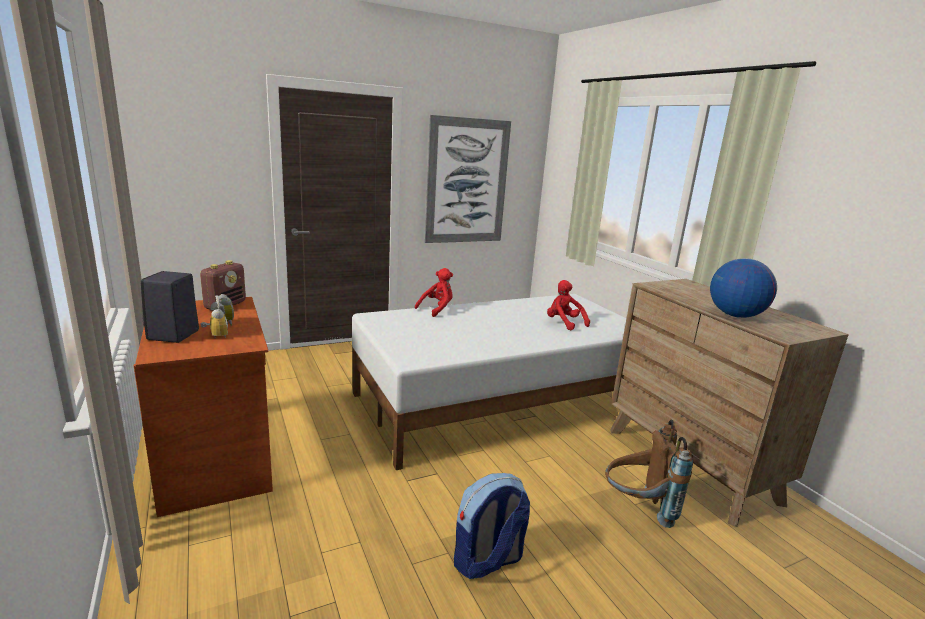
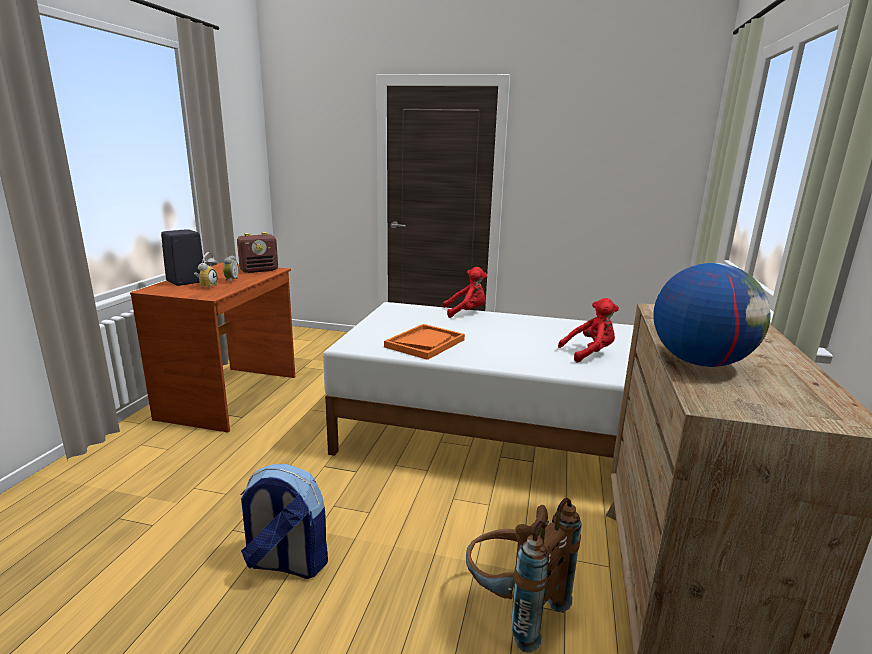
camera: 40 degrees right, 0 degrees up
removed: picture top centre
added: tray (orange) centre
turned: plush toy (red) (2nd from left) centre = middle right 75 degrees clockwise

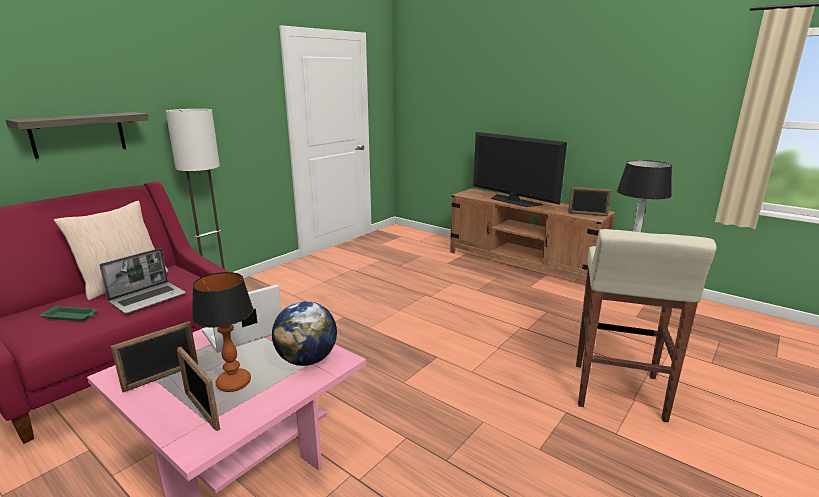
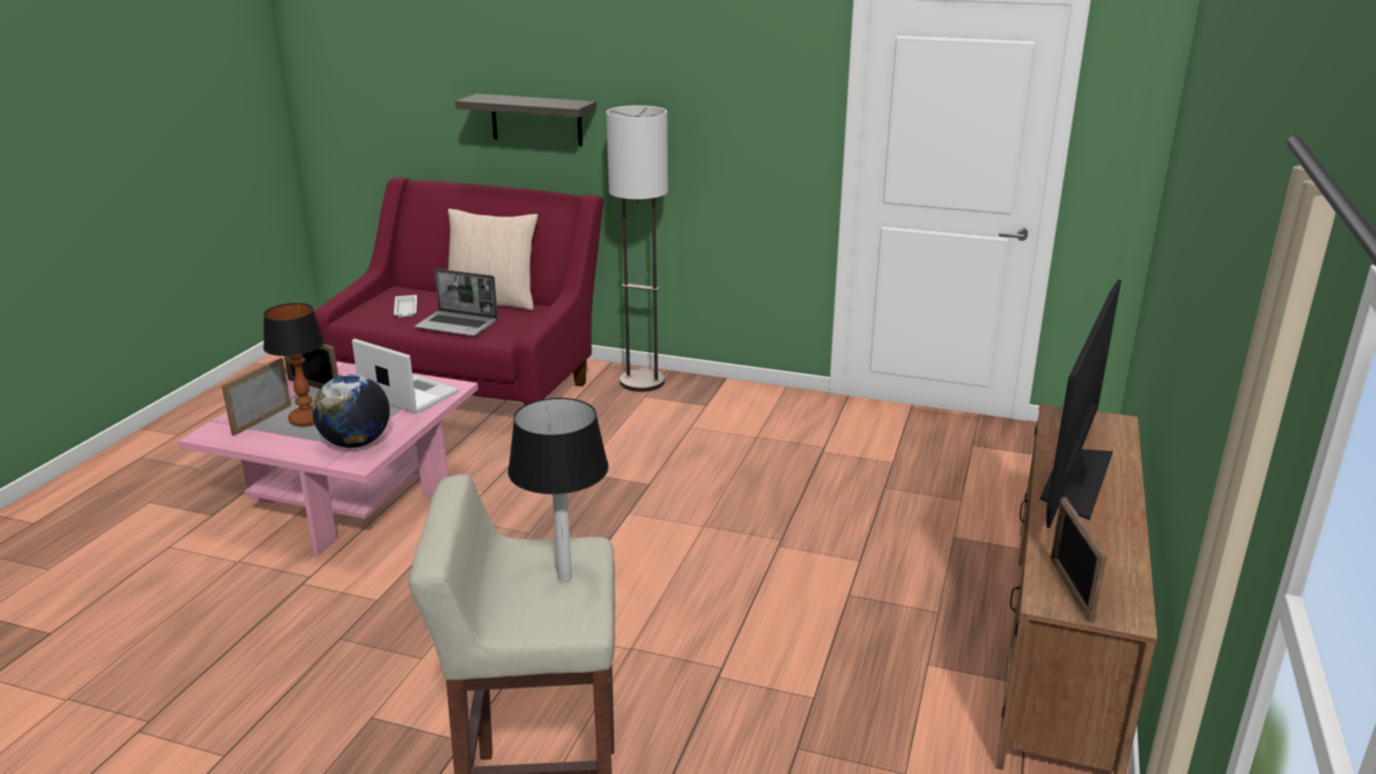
camera: 70 degrees right, 5 degrees up
recoloured: tray (green) middle left to tray (white) middle left

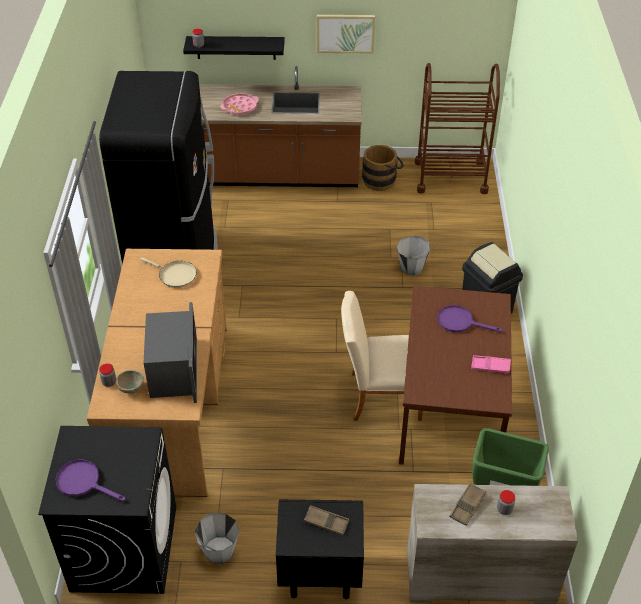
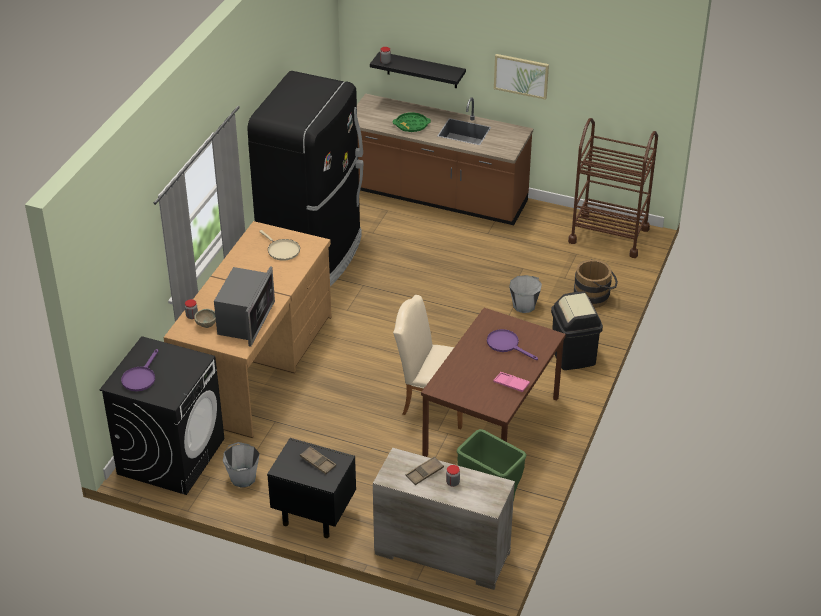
camera: 20 degrees right, 5 degrees down
moved: bucket (brown) top centre to middle right
recoloured: tray (pink) (1st from left) top centre to tray (green) top centre
turned: frying pan (purple) (1st from left) bottom left = middle left 120 degrees counterclockwise

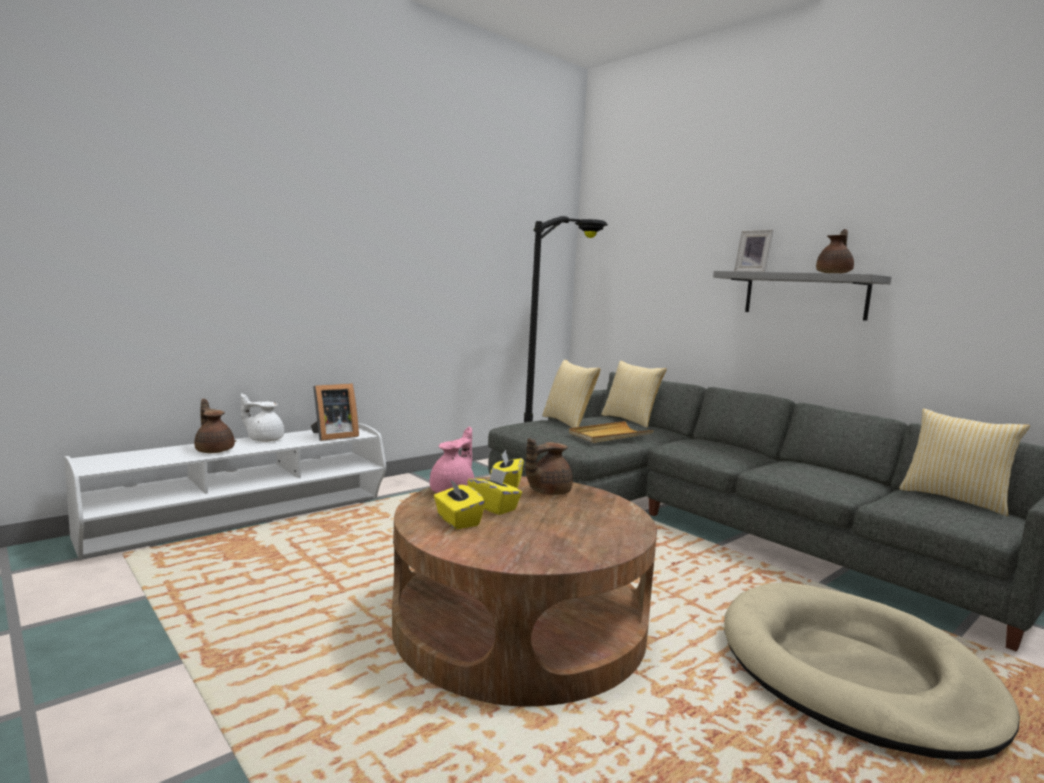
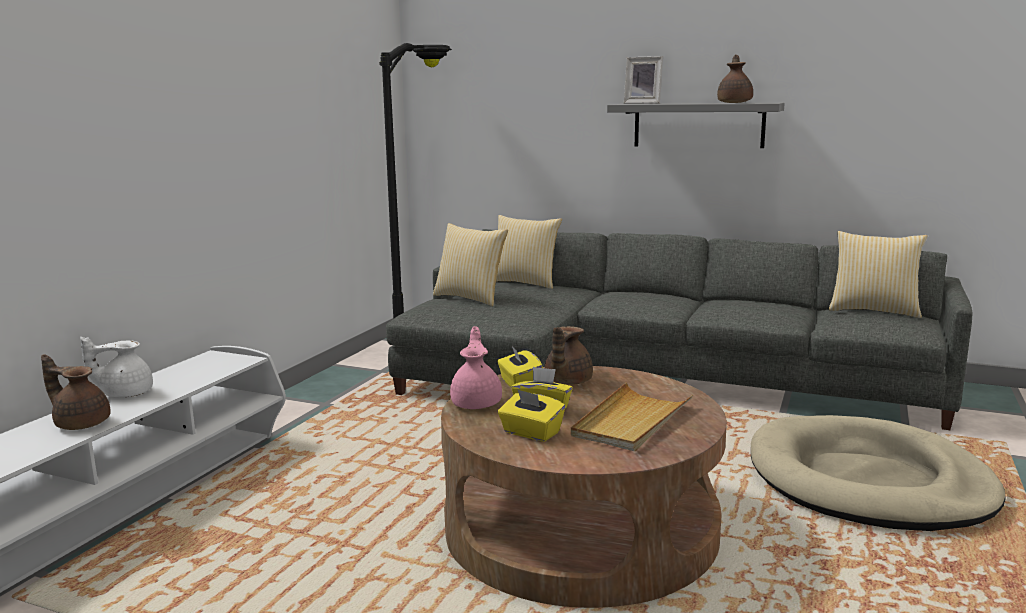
camera: 25 degrees left, 5 degrees up
removed: picture frame (1st from left) middle left
moved: tray (beige) centre to bottom centre

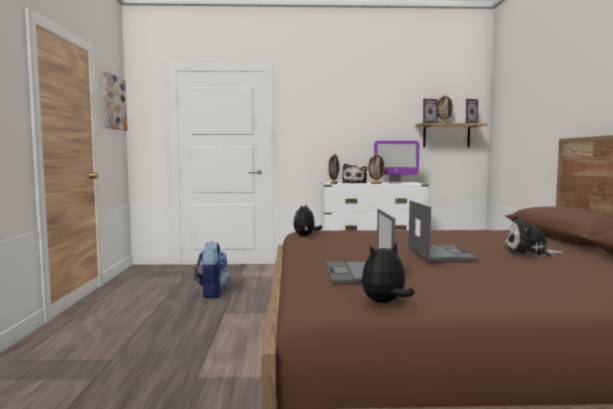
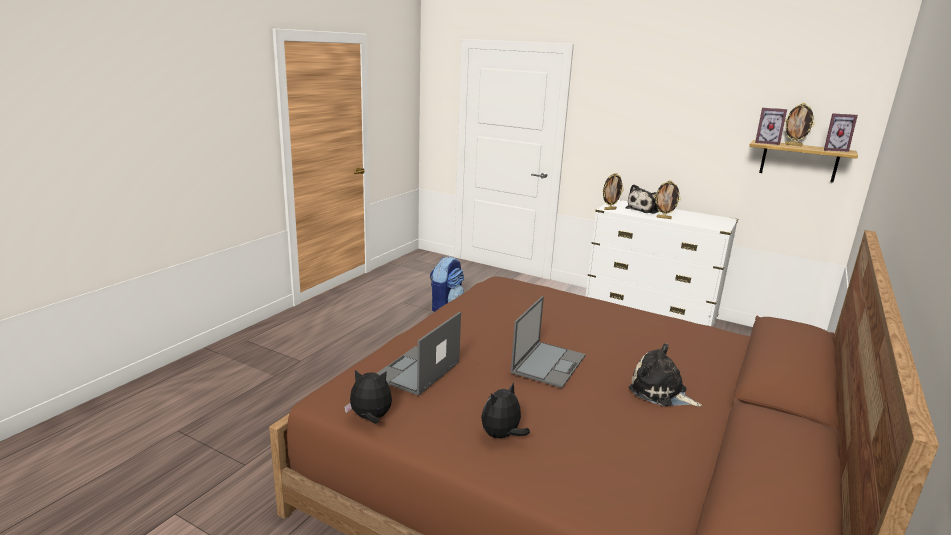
camera: 30 degrees right, 15 degrees up
removed: picture top left; monitor centre
moved: plush toy (1st from left in the first image) centre to plush toy (2nd from left) bottom centre

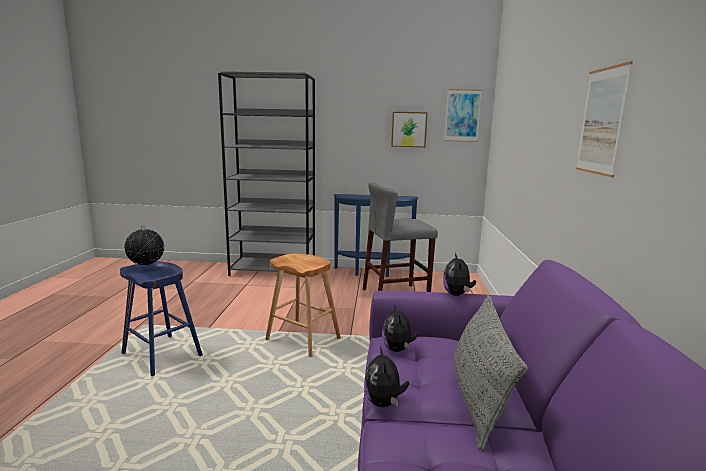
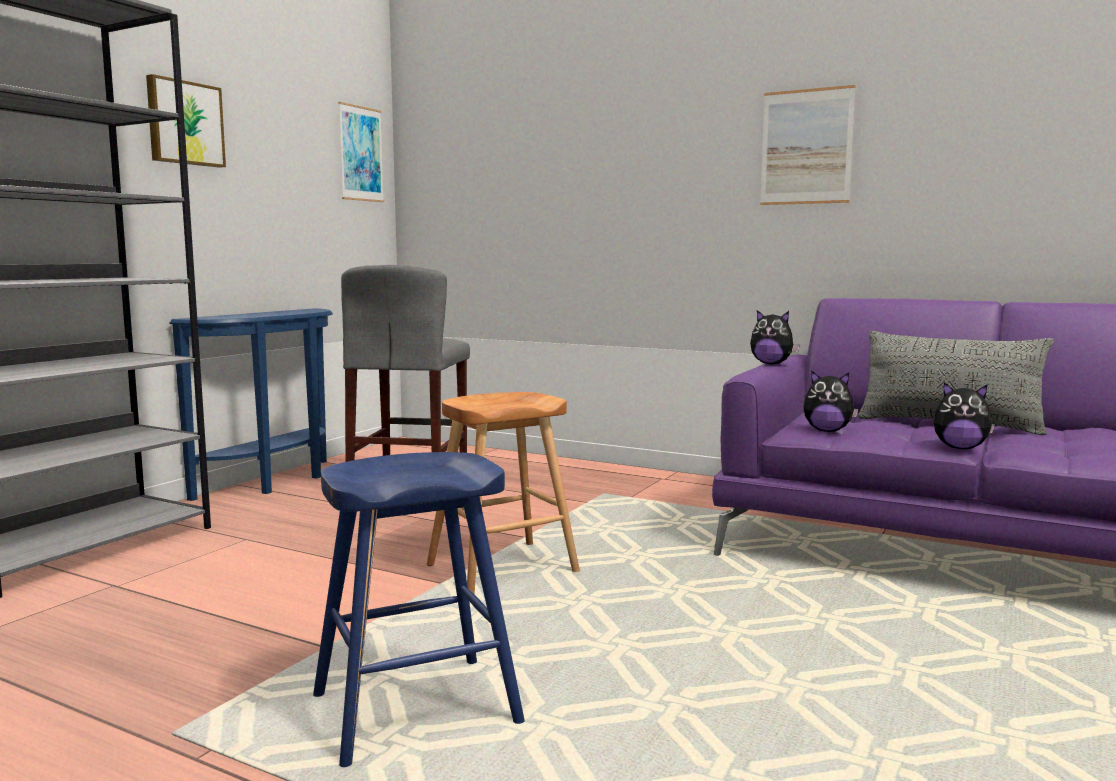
camera: 65 degrees left, 5 degrees down
removed: globe middle left
moved: picture (1st from left) top centre to top left

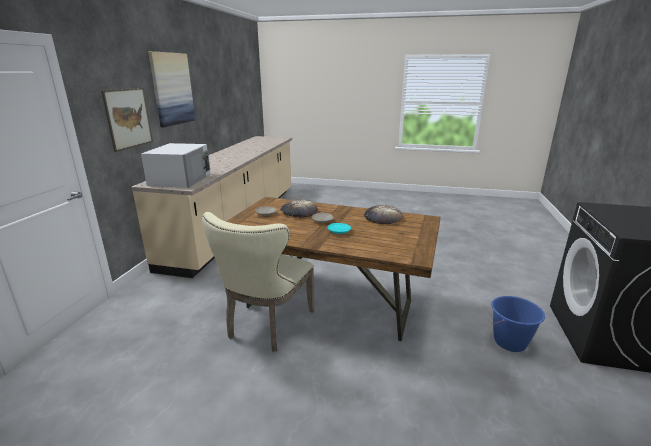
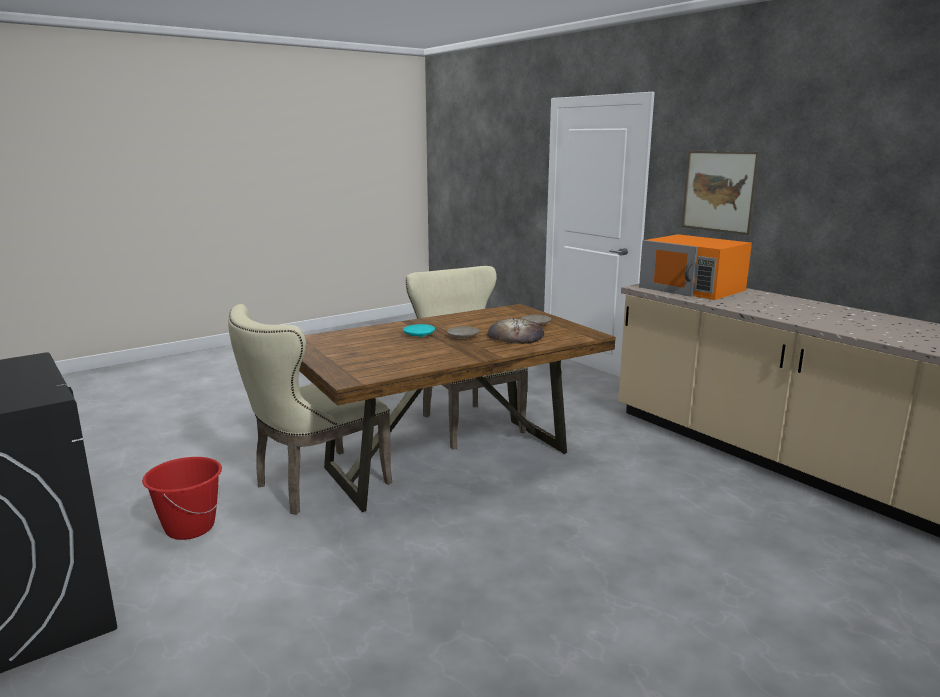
camera: 130 degrees right, 5 degrees down
removed: picture (2nd from left) top left; bread (2nd from left) centre
added: chair (beige) (1st from left) middle left
recoloured: bucket (blue) bottom right to bucket (red) bottom left; microwave (white) middle left to microwave (orange) middle right

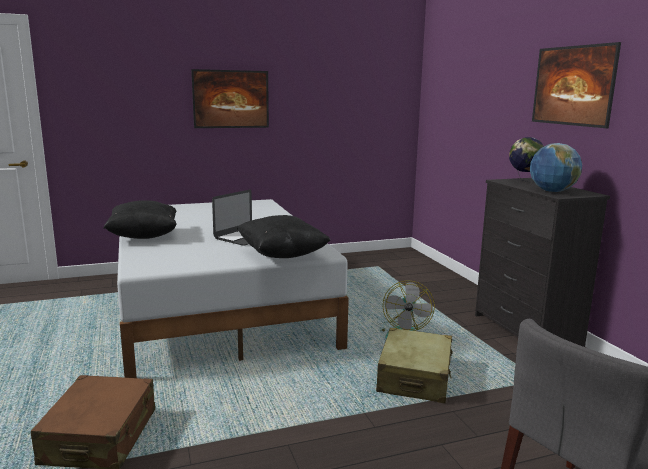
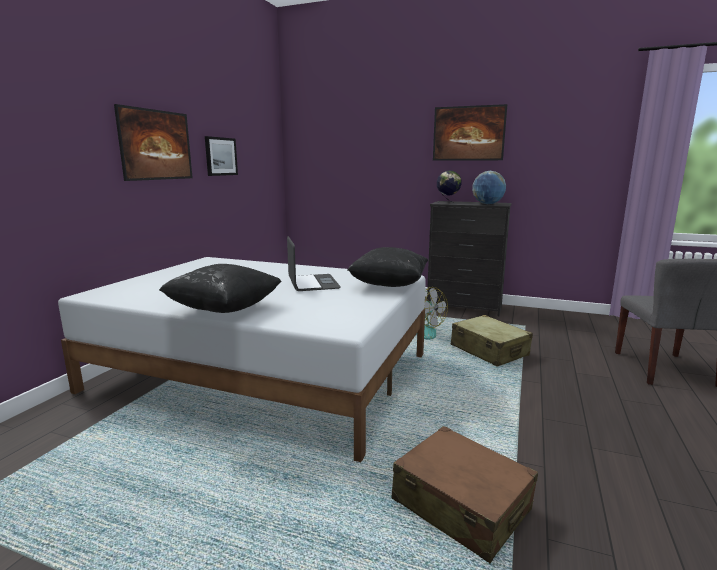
camera: 50 degrees left, 0 degrees up
added: picture (2nd from left) top left

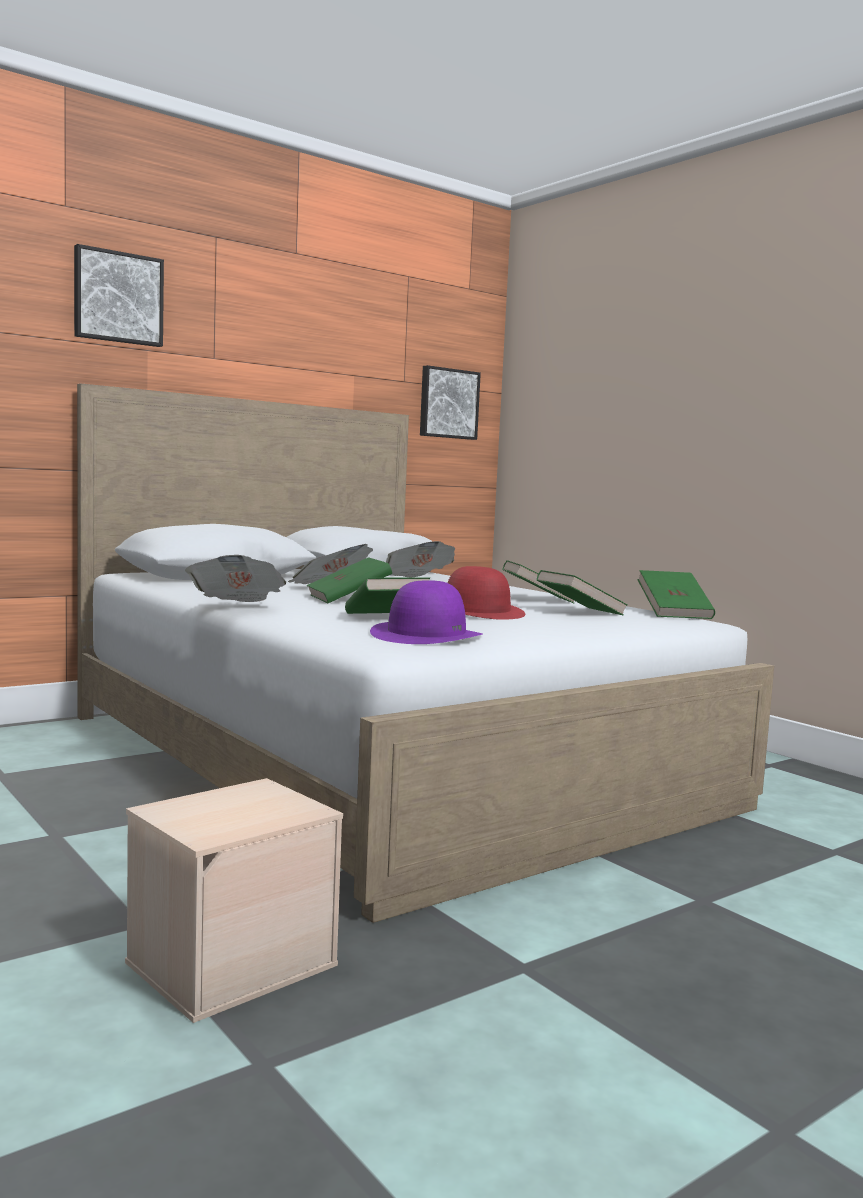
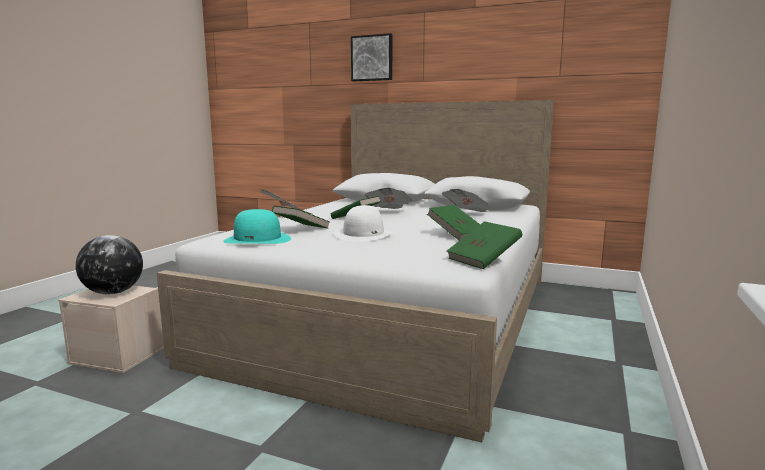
camera: 60 degrees right, 5 degrees up
removed: picture (2nd from left) centre; book (green) (4th from left) middle right
added: globe middle left
recoloured: hat (purple) centre to hat (turquoise) centre; hat (red) centre to hat (white) centre

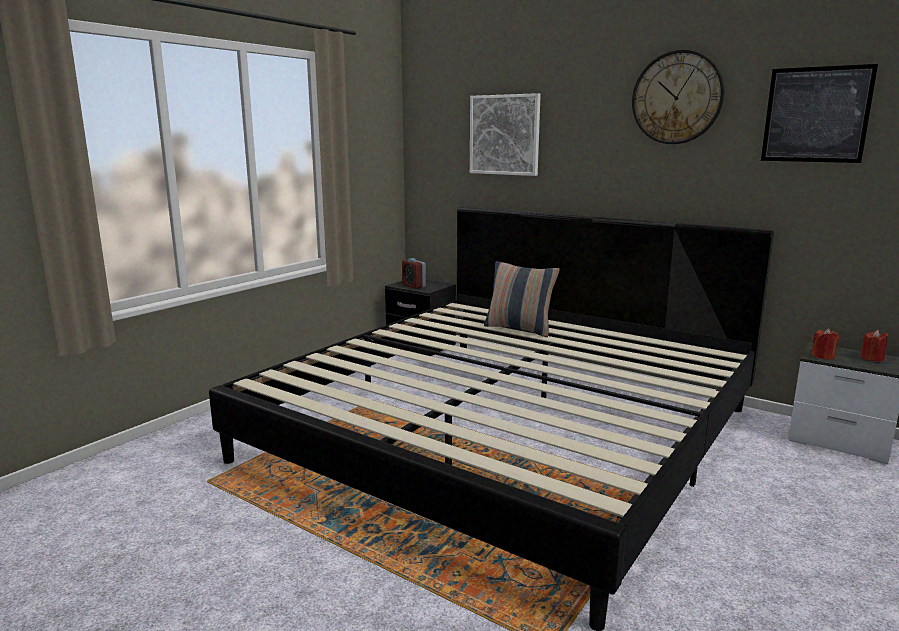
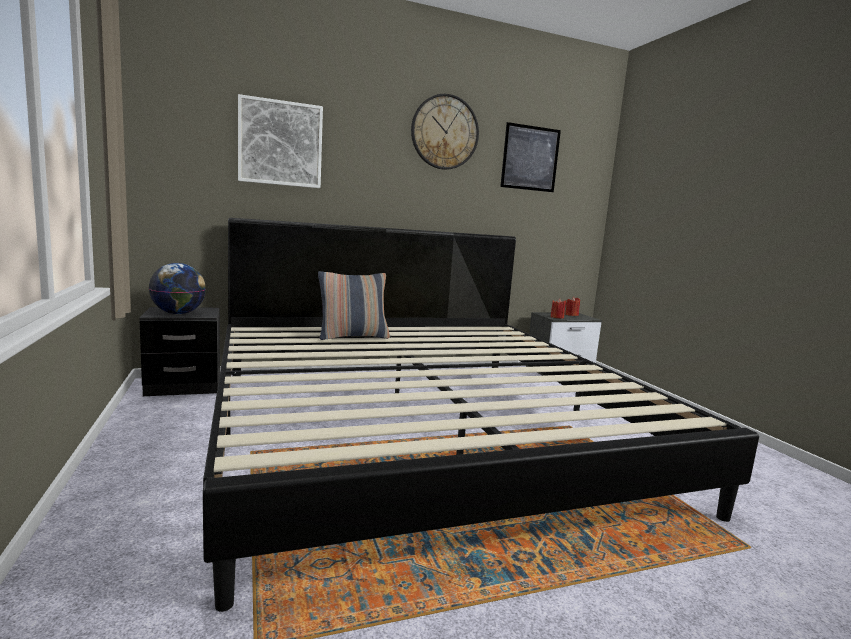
camera: 55 degrees left, 5 degrees down
replaced: alarm clock centre to globe middle left

